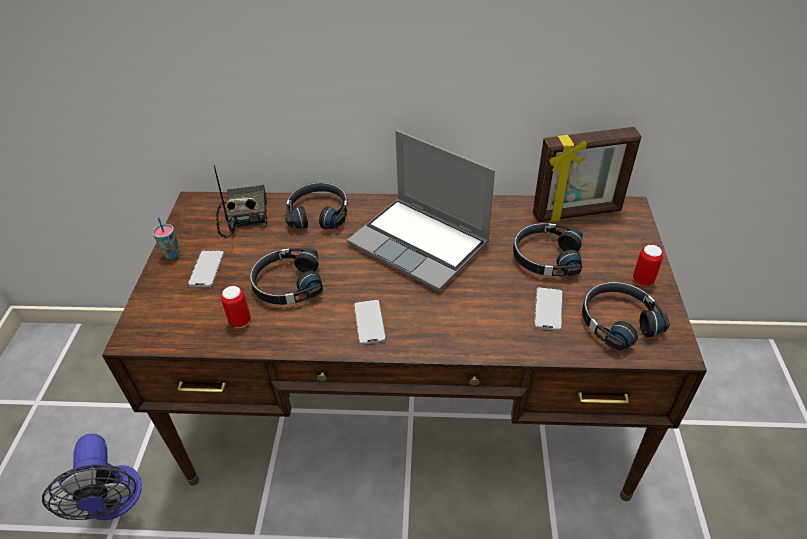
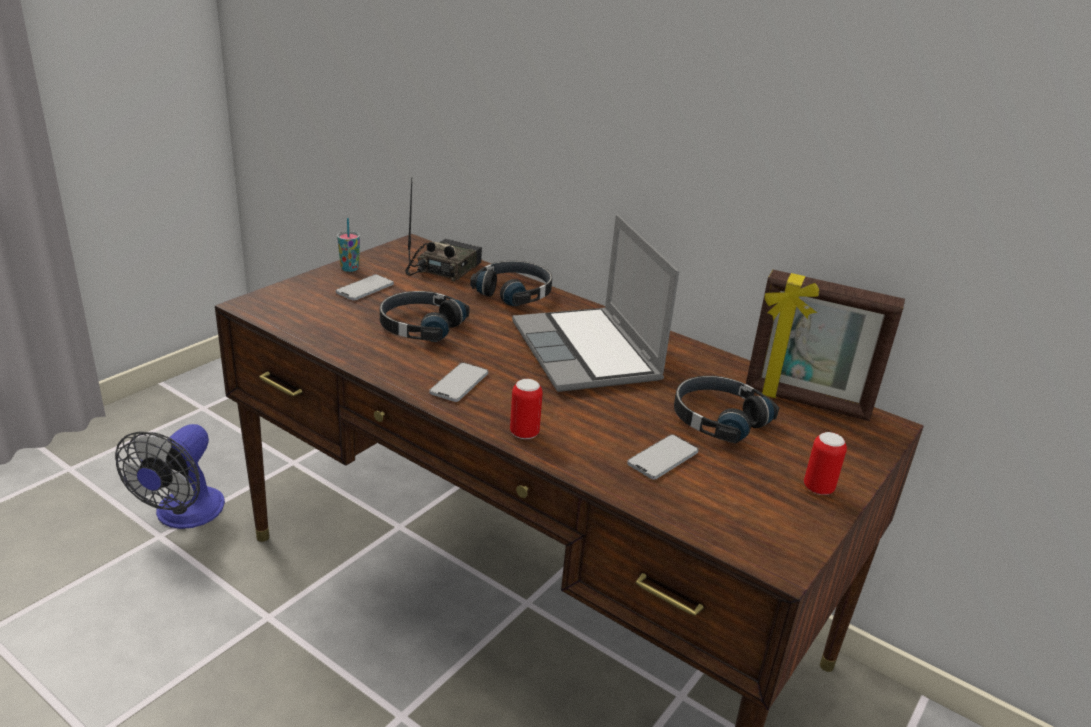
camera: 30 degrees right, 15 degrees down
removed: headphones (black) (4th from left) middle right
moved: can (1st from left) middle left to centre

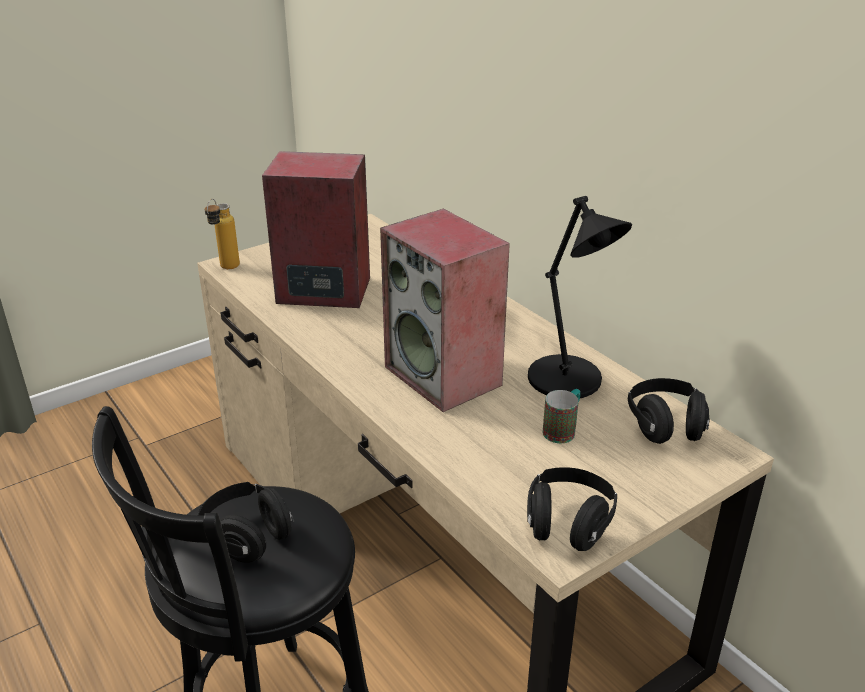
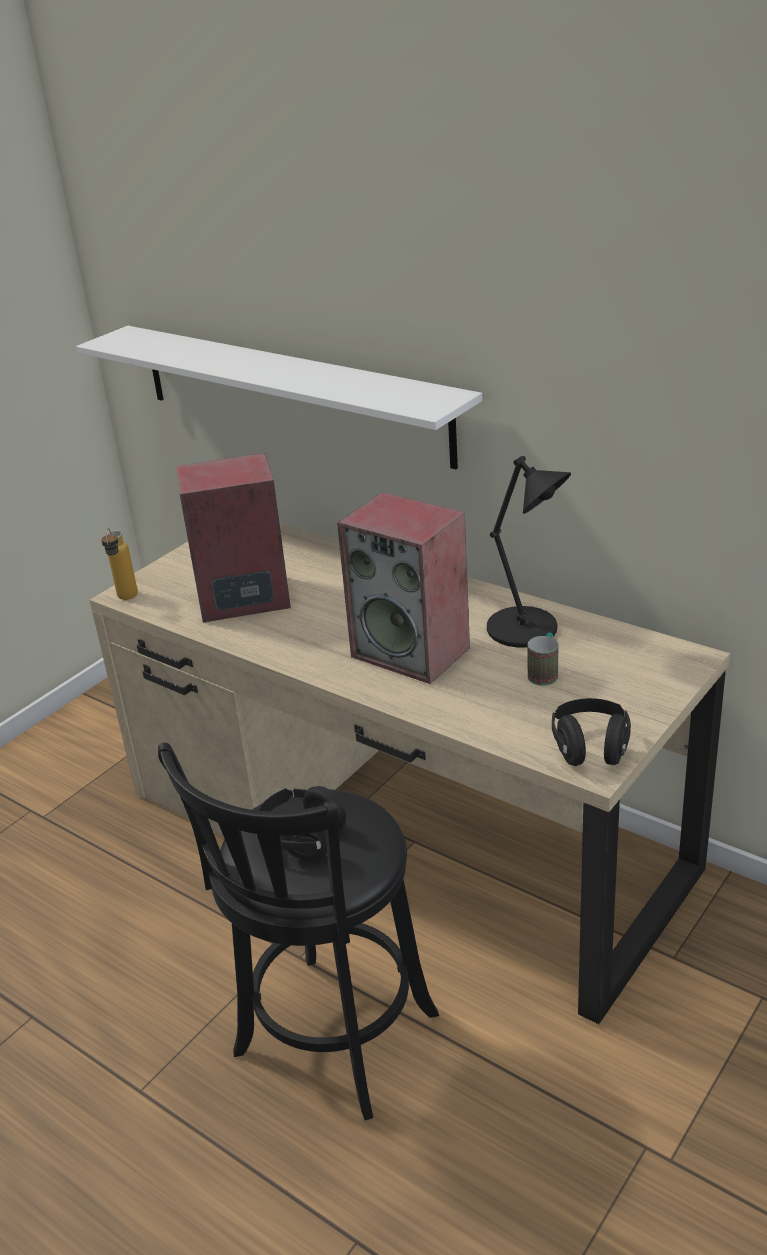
camera: 15 degrees left, 0 degrees up
removed: headphones (black) (3rd from left) middle right
added: shelf (white) top centre

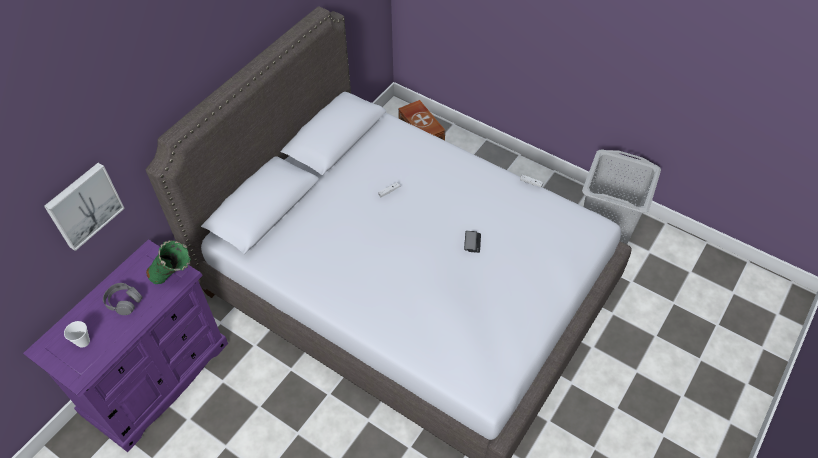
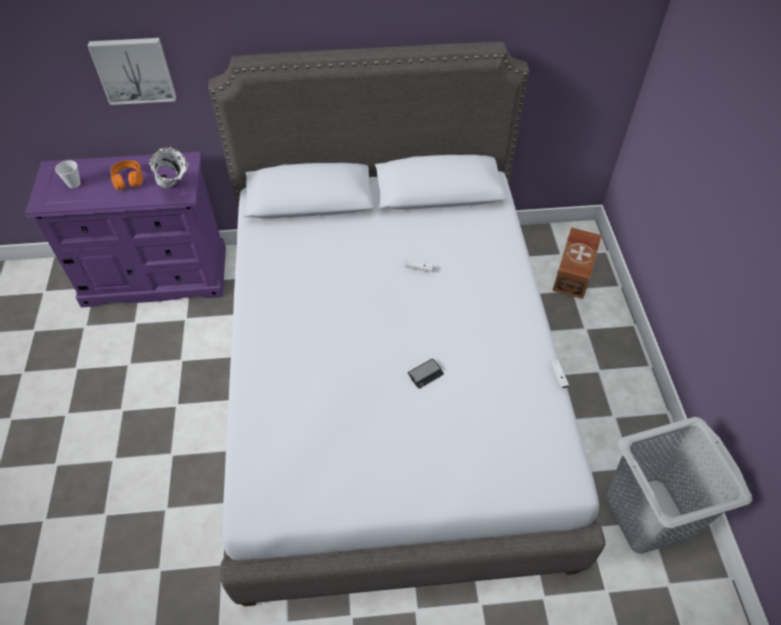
camera: 50 degrees right, 0 degrees up
recoloured: headphones (grey) middle left to headphones (orange) top left; vase (green) middle left to vase (white) top left

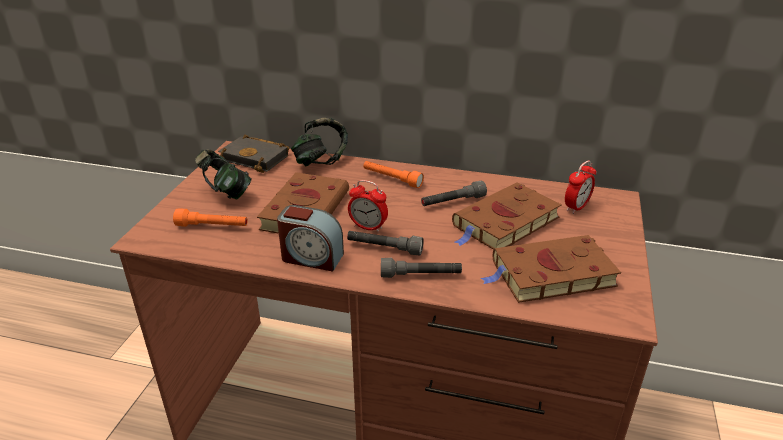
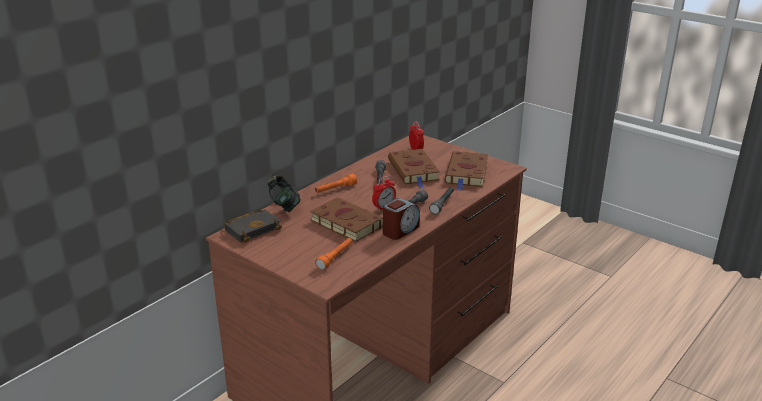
camera: 65 degrees left, 5 degrees down
removed: headphones (1st from left) middle left

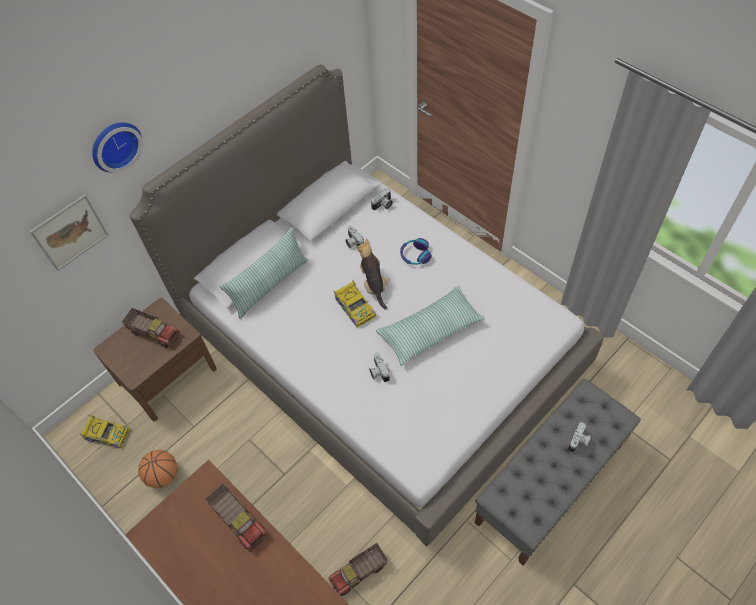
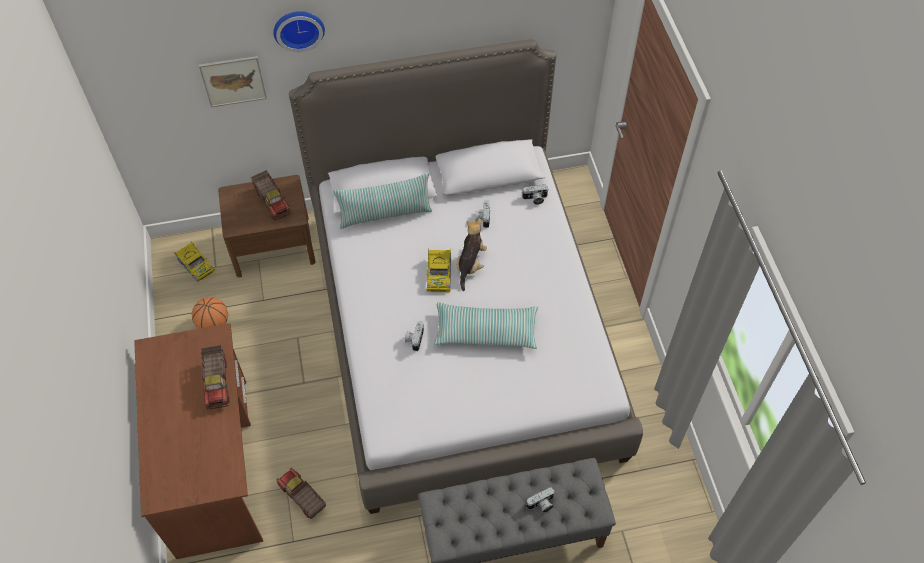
camera: 30 degrees right, 0 degrees up
removed: headphones centre
turned: toy truck (3rd from left) bottom centre = bottom left 45 degrees clockwise

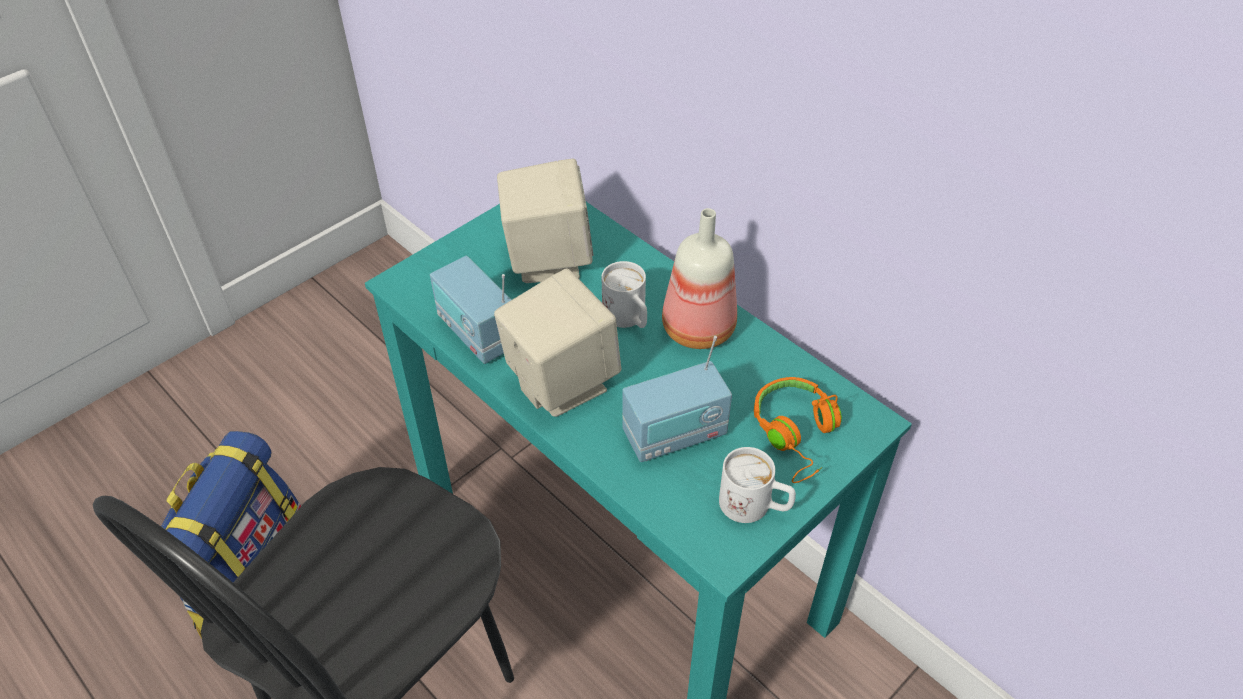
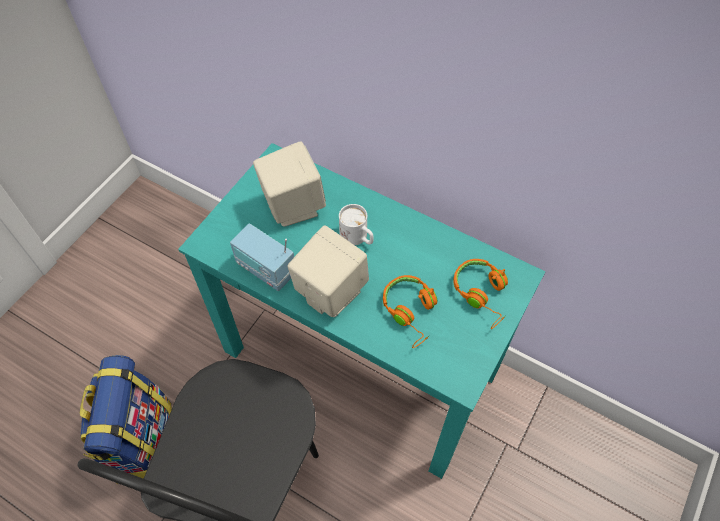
camera: 15 degrees left, 10 degrees up
removed: bottle centre; mug (white) (2nd from left) bottom centre
replaced: radio (2nd from left) centre to headphones (orange) (1st from left) centre

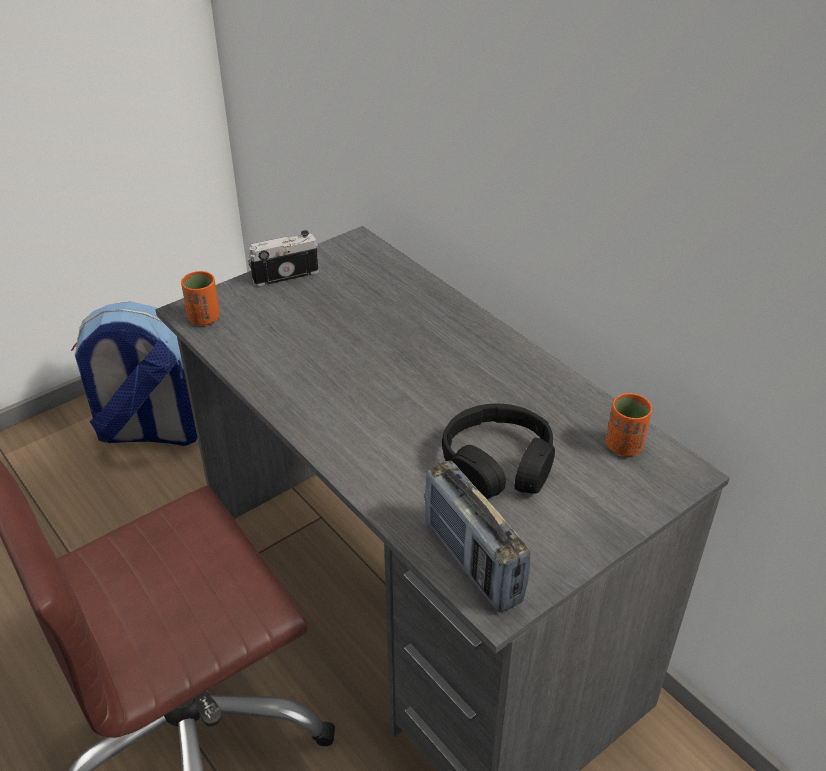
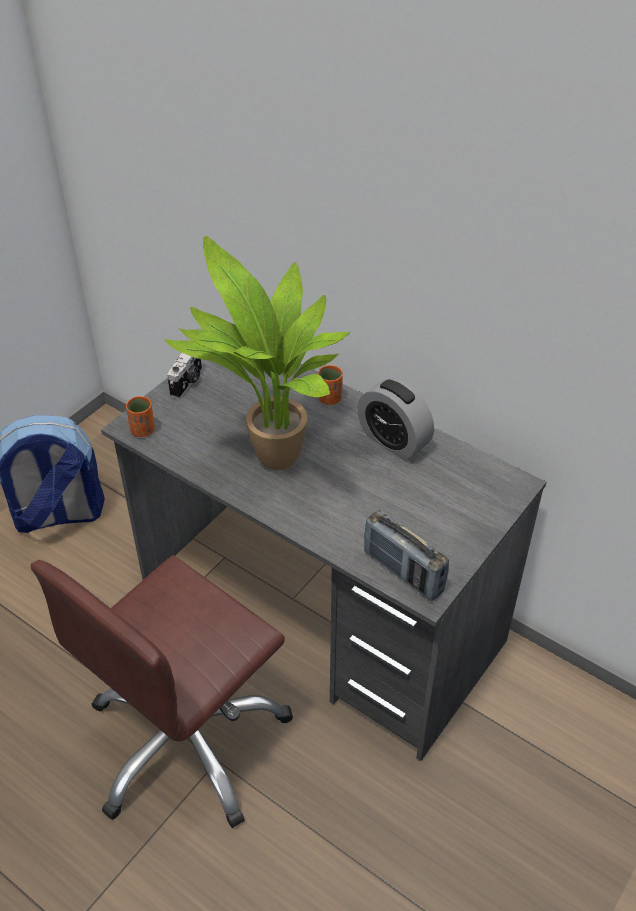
camera: 15 degrees left, 5 degrees up
removed: headphones (black) centre
added: potted plant centre; alarm clock centre
moved: cup (orange) (2nd from left) middle right to centre
turned: photo camera centre = middle left 150 degrees clockwise

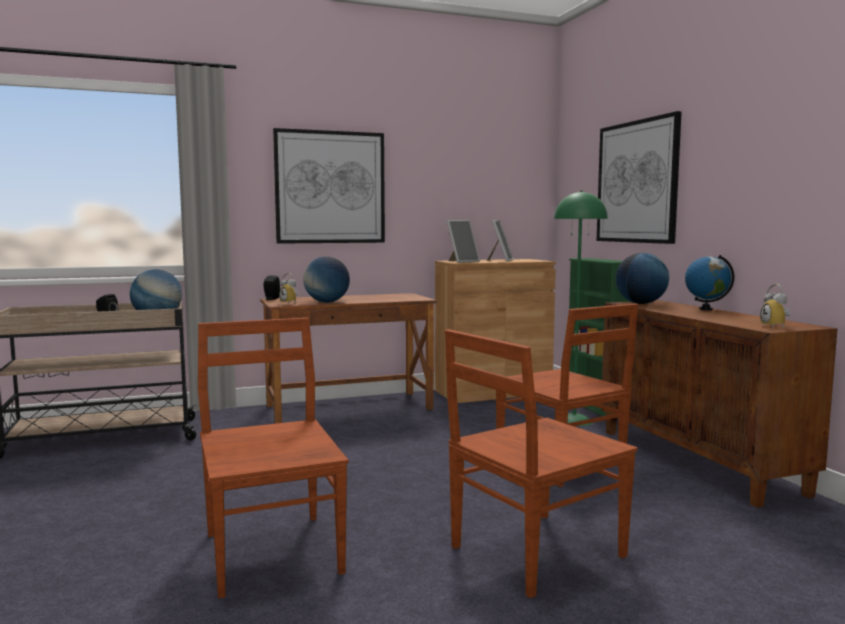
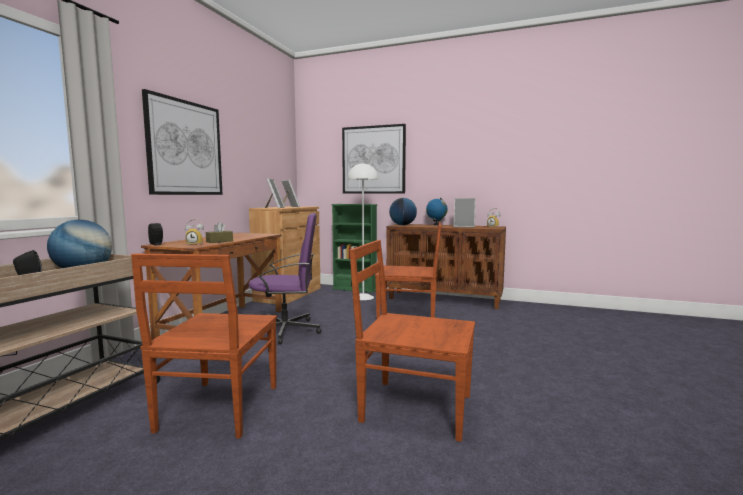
camera: 50 degrees left, 0 degrees up
added: office chair (purple) centre; picture frame (3rd from left) centre
moved: chair (brown) (2nd from left in the first image) bottom centre to chair (brown) (1st from left) bottom left
replaced: globe (2nd from left) centre to tissue box (brown) middle left
recoloured: floor lamp (green) middle right to floor lamp (white) centre

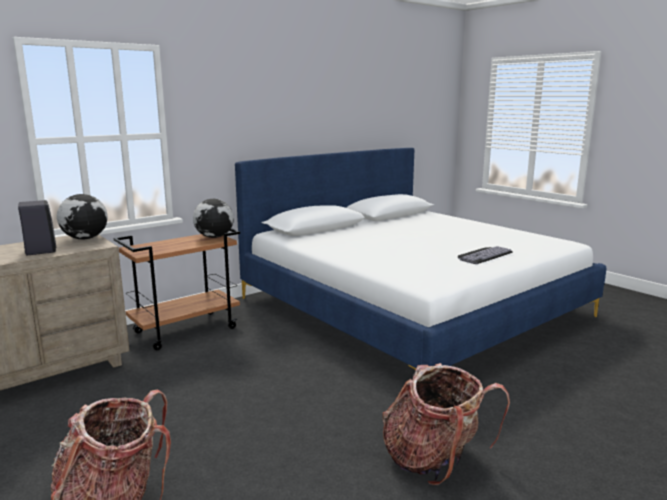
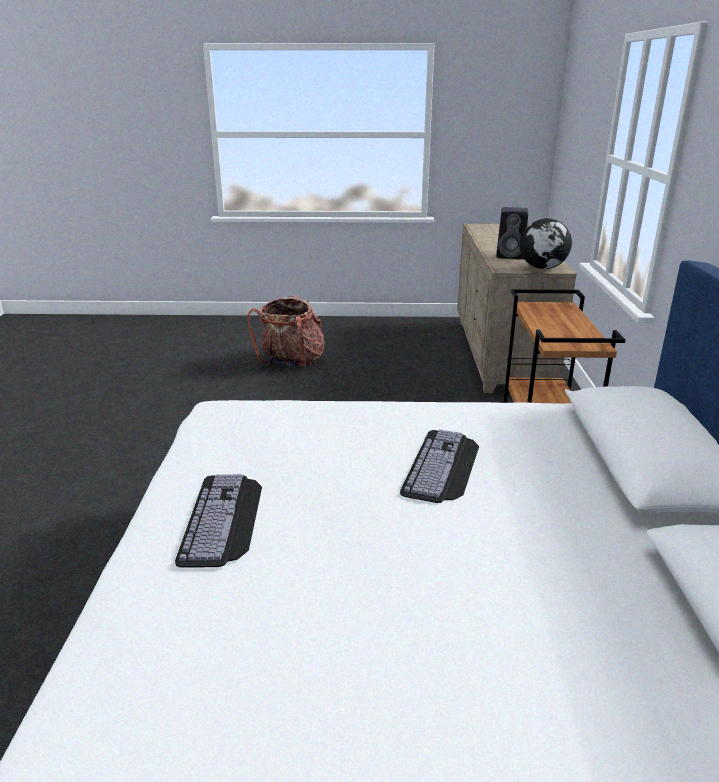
camera: 130 degrees right, 10 degrees up
removed: globe (2nd from left) middle left; backpack (2nd from left) bottom right
added: keyboard (2nd from left) centre

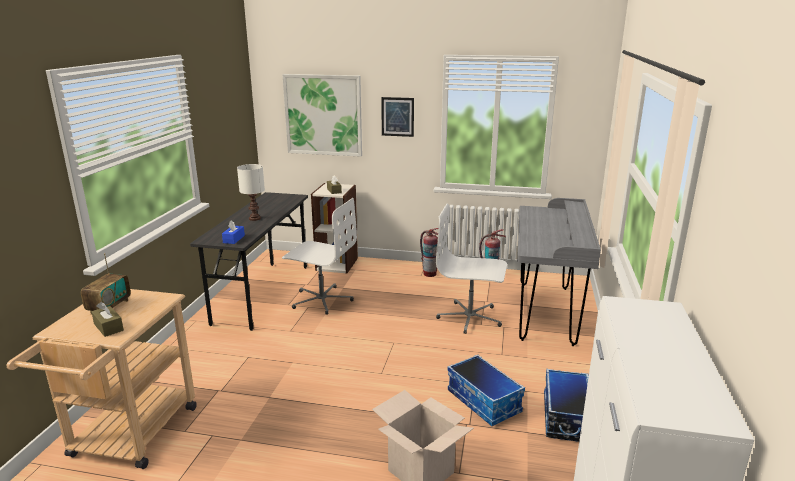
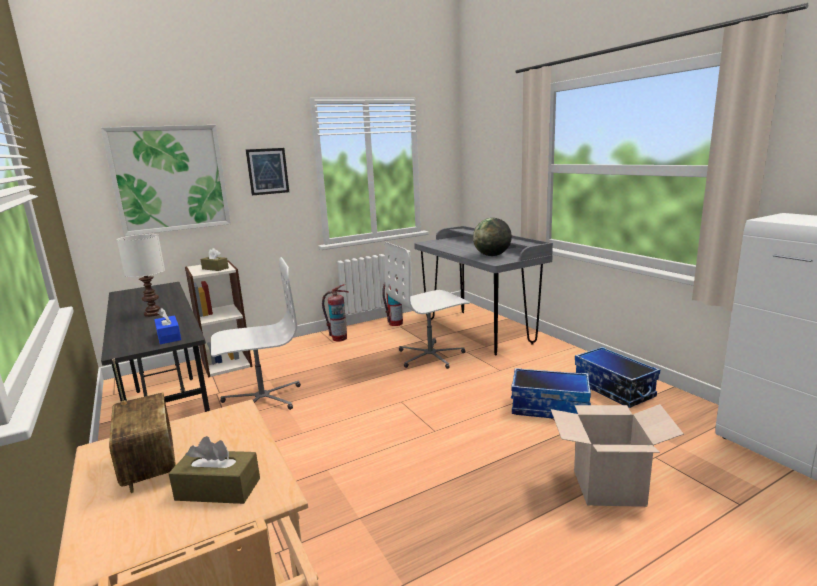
camera: 40 degrees left, 5 degrees down
added: globe centre

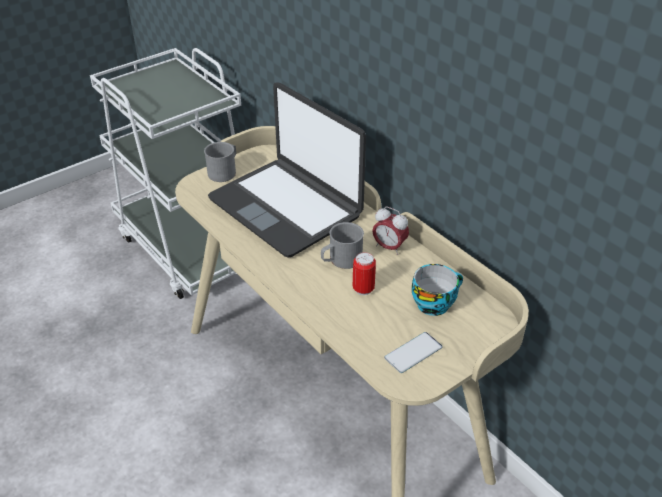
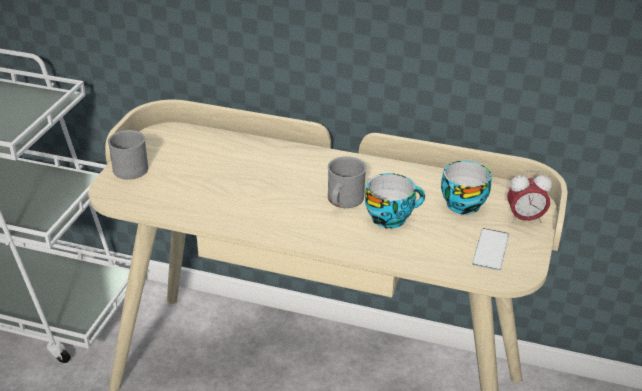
camera: 35 degrees left, 5 degrees down
removed: laptop centre
moved: alarm clock centre to middle right
replaced: can centre to cup (1st from left) centre

